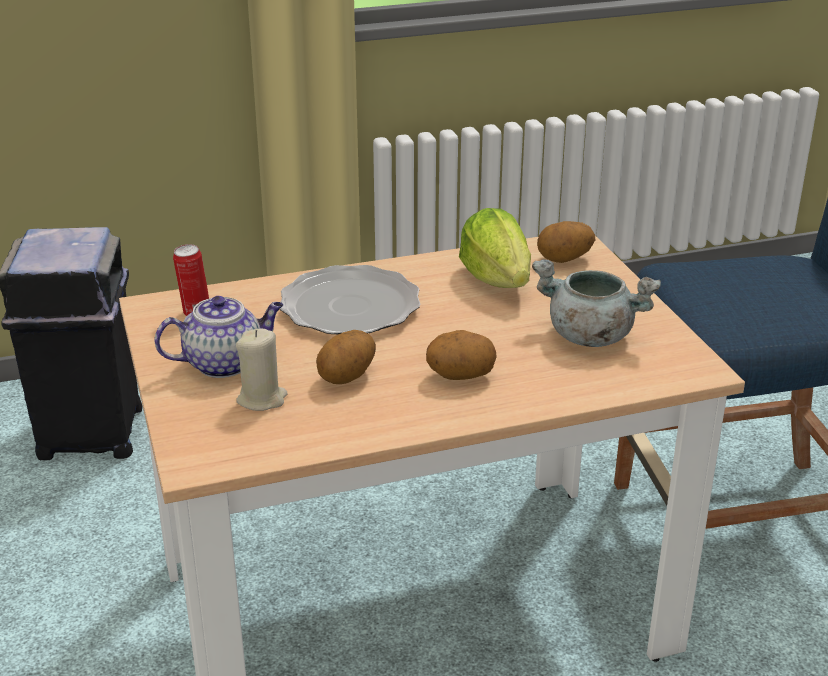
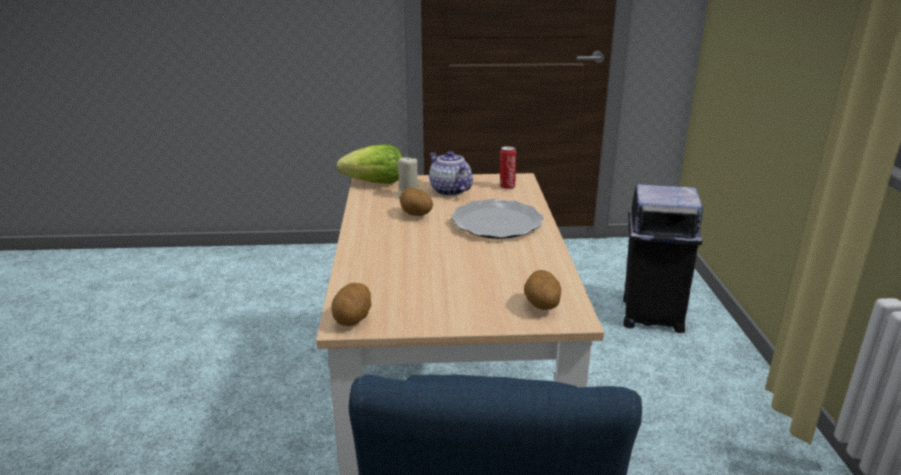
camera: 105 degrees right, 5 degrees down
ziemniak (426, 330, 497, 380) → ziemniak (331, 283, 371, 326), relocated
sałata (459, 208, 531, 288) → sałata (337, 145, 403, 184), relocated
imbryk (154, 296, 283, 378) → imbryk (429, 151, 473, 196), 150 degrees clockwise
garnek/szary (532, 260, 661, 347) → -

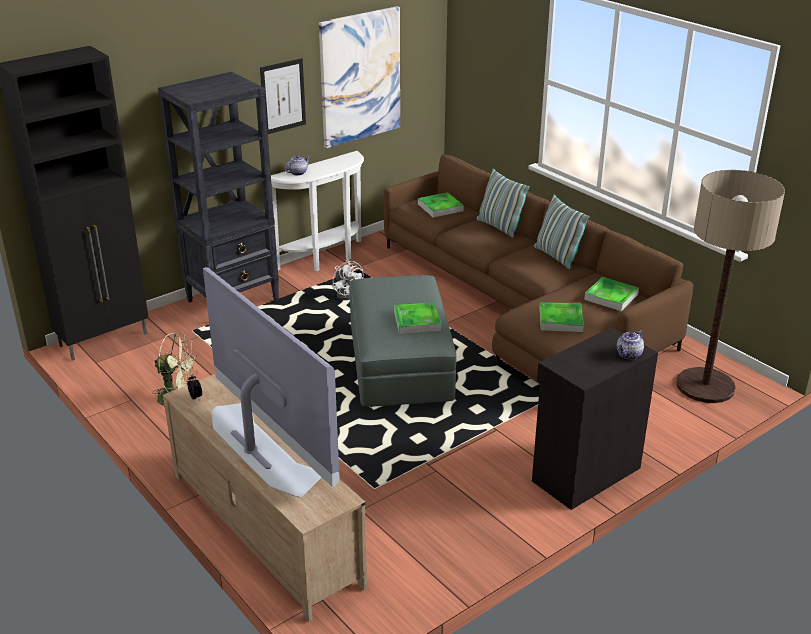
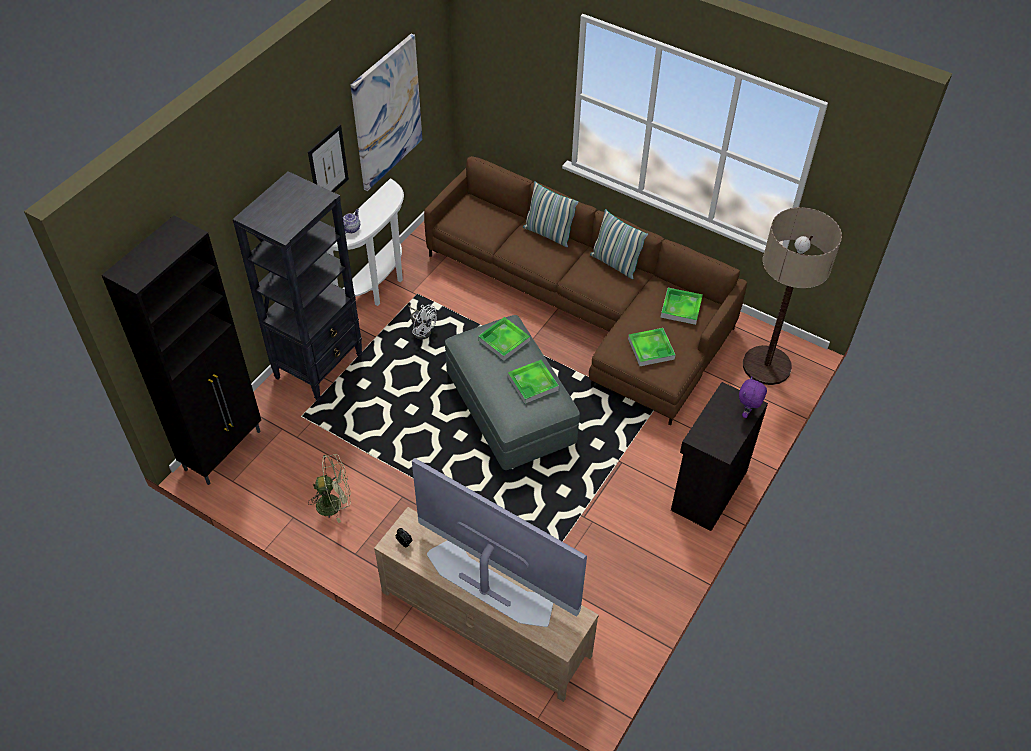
camera: 20 degrees left, 20 degrees up
taca (418, 192, 464, 218) → taca (478, 317, 530, 361), relocated
imbryk (617, 330, 644, 359) → pluszak/fioletowy (739, 376, 767, 418)

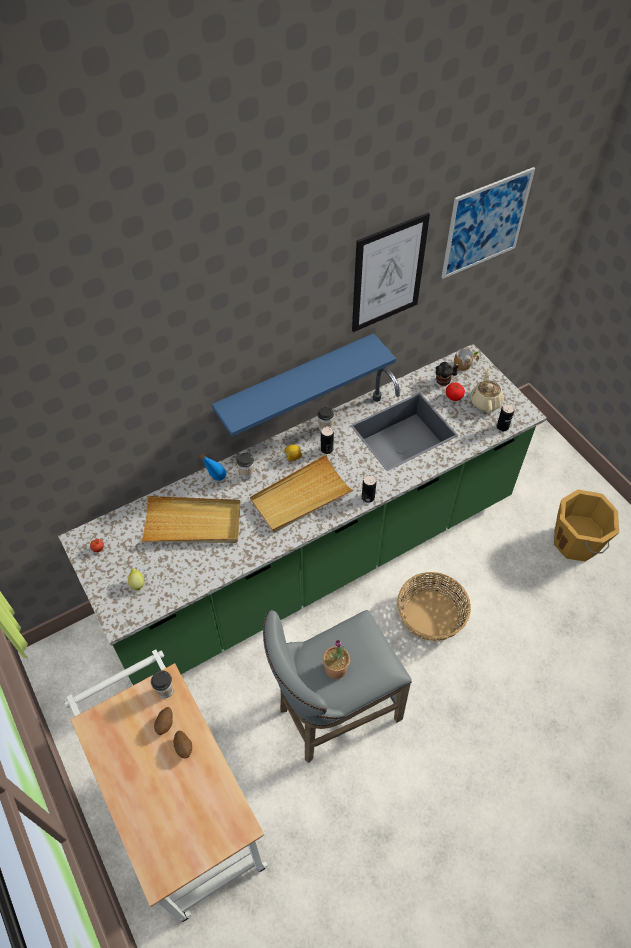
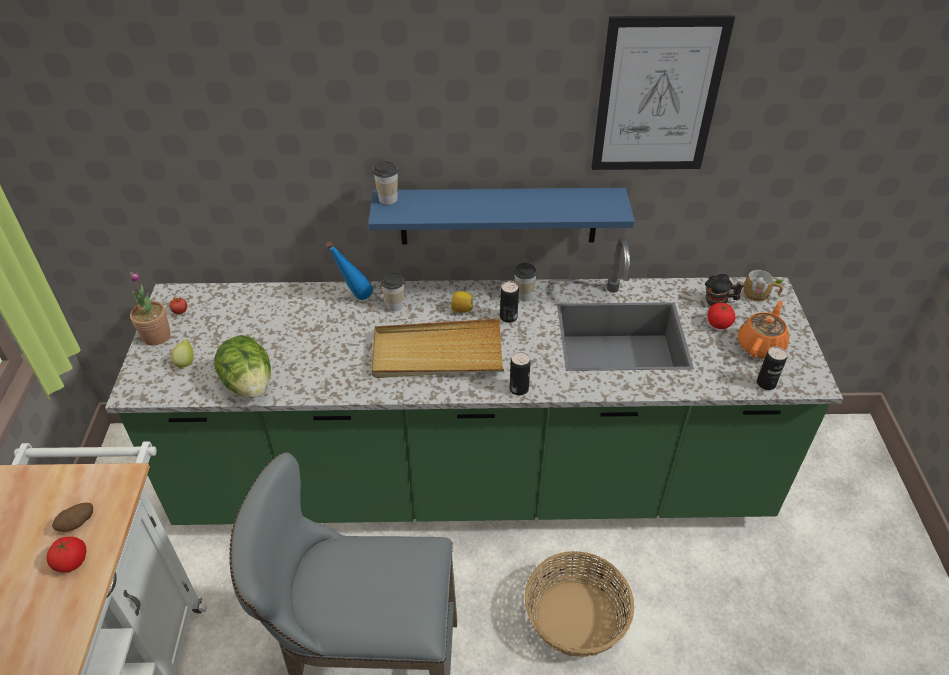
camera: 30 degrees right, 10 degrees down
ziemniak (173, 731, 192, 758) → pomidor (47, 537, 86, 573)
roślina doniczkowa (323, 640, 350, 679) → roślina doniczkowa (130, 272, 171, 346), relocated
- → sałata (214, 335, 271, 398)
filiżanka (151, 671, 173, 698) → filiżanka (373, 161, 398, 205), relocated
imbryk/beżowy (470, 368, 504, 414) → imbryk/pomarańczowy (738, 301, 789, 359)
taca/beżowy (140, 496, 241, 543) → -
obraz (441, 167, 535, 279) → -
wiadro/pomarańczowy (554, 490, 619, 562) → -

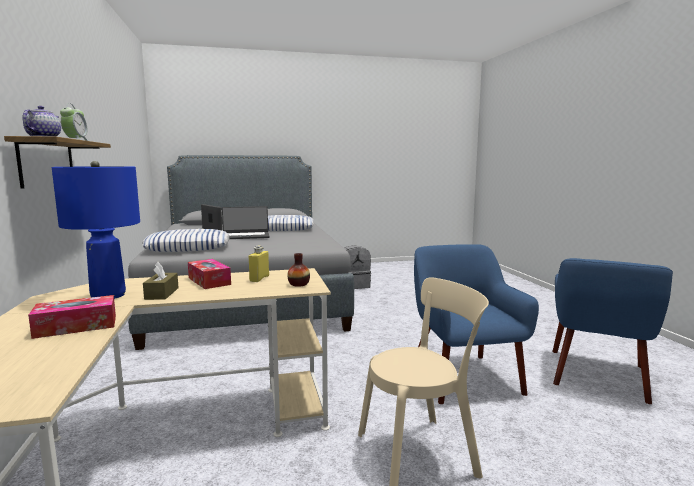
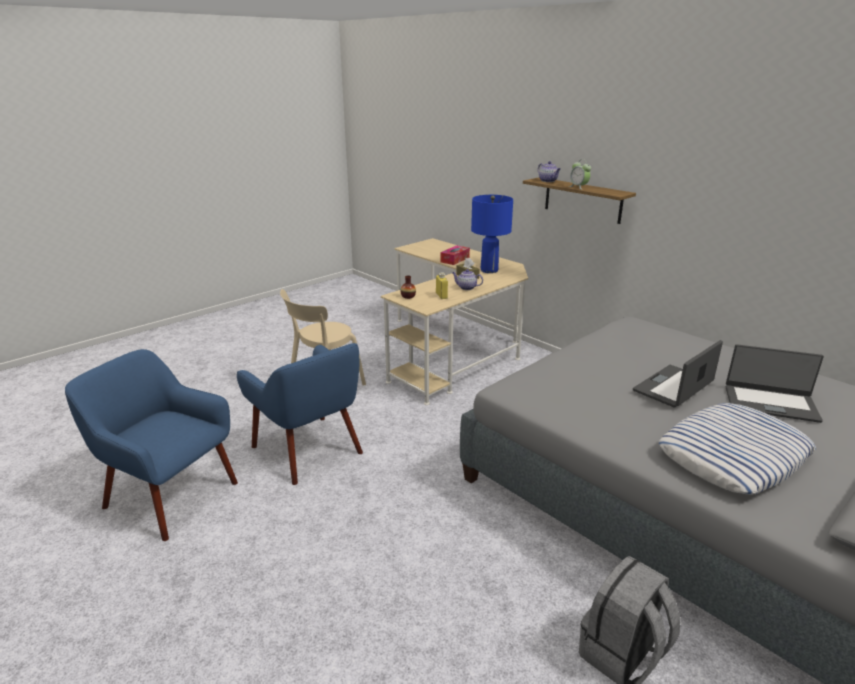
camera: 150 degrees right, 15 degrees up
fotel/niebieski (552, 258, 673, 404) → fotel/niebieski (65, 349, 238, 541), 60 degrees counterclockwise
pudełko chusteczek (188, 259, 231, 289) → imbryk (452, 269, 483, 290)
poduszka (142, 229, 229, 252) → -

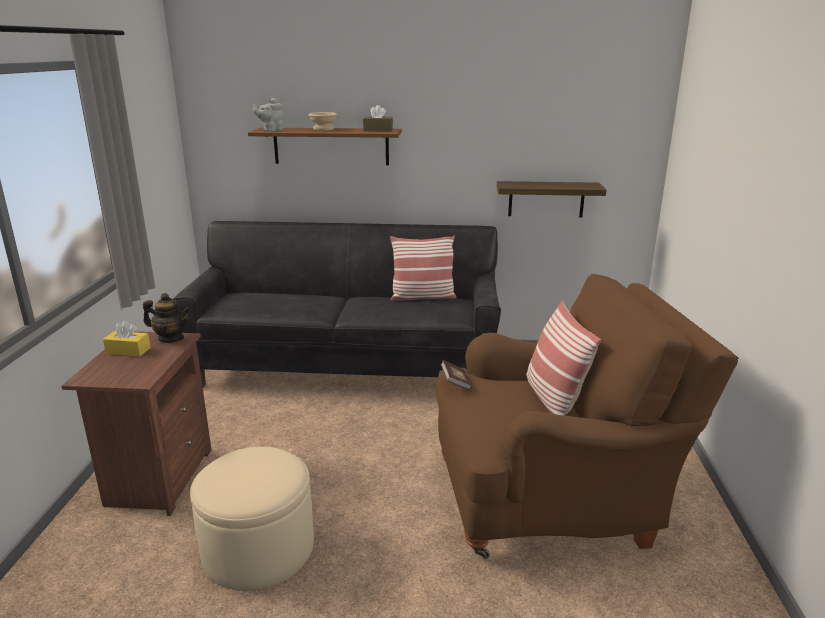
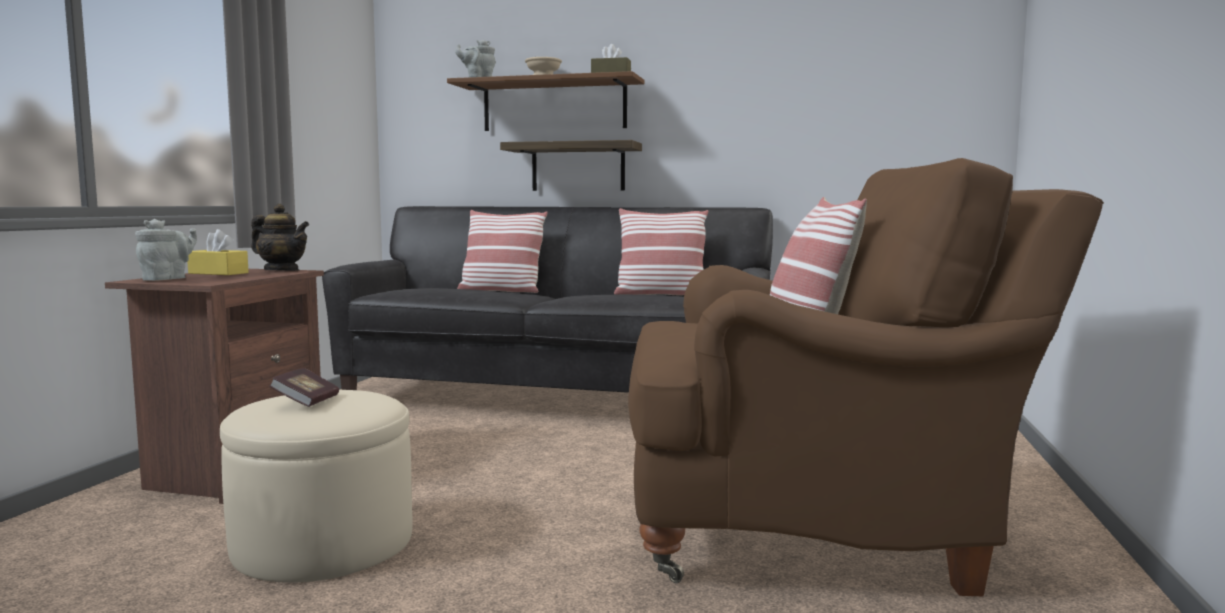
camera: 10 degrees right, 15 degrees down
- → imbryk/szary (135, 219, 197, 281)
książka (441, 360, 472, 390) → książka (269, 368, 339, 407), relocated
- → poduszka (457, 210, 548, 293)
półka (497, 181, 606, 218) → półka (500, 140, 642, 191), relocated

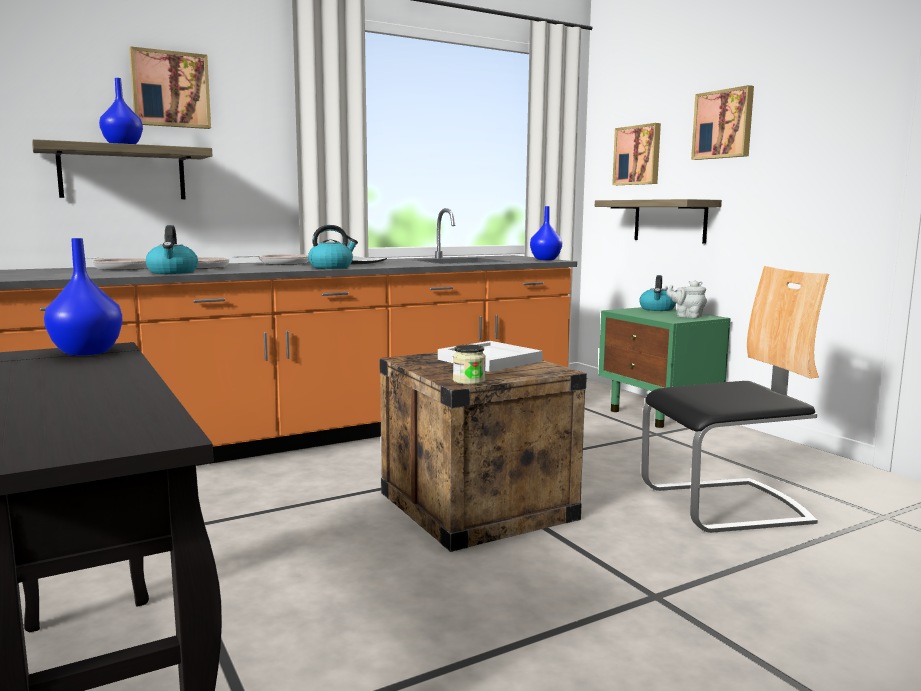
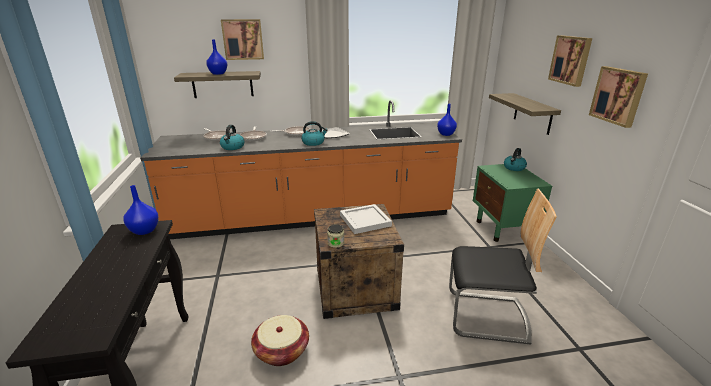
camera: 20 degrees right, 15 degrees up
- → koszyk (251, 315, 309, 366)
obraz (612, 123, 661, 185) → obraz (589, 66, 648, 128), relocated
imbryk/szary (667, 281, 707, 318) → -

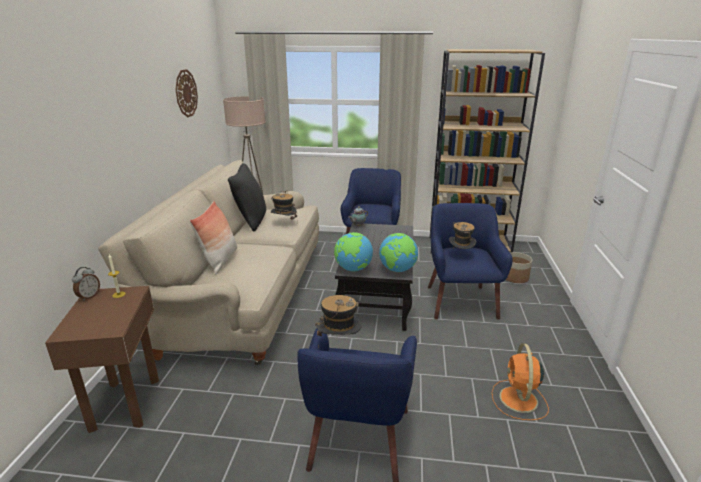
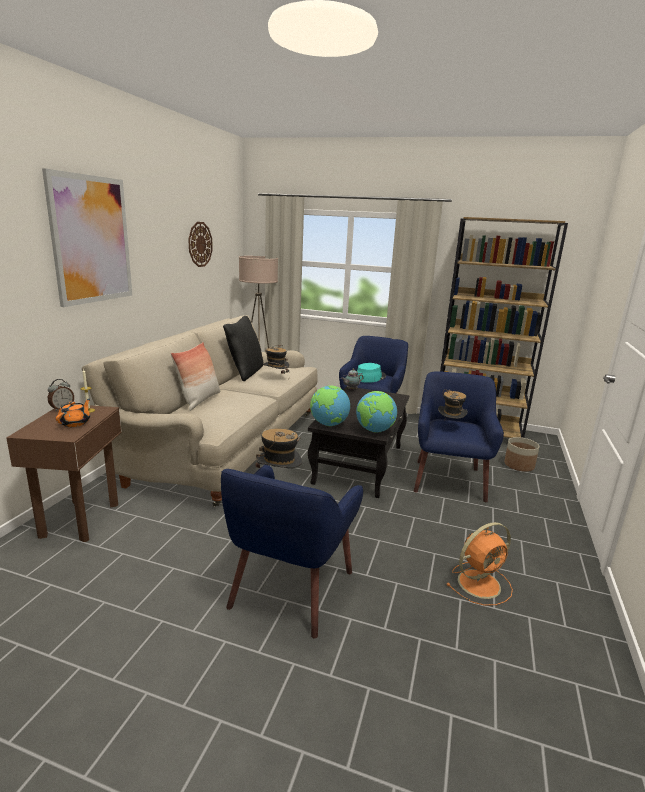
camera: 10 degrees right, 5 degrees down
- → obraz (42, 168, 132, 307)
- → imbryk/pomarańczowy (56, 399, 90, 427)
- → kapelusz/turkusowy (356, 363, 386, 383)
wentylator/pomarańczowy (492, 343, 549, 420) → wentylator/pomarańczowy (446, 522, 513, 606), 135 degrees counterclockwise

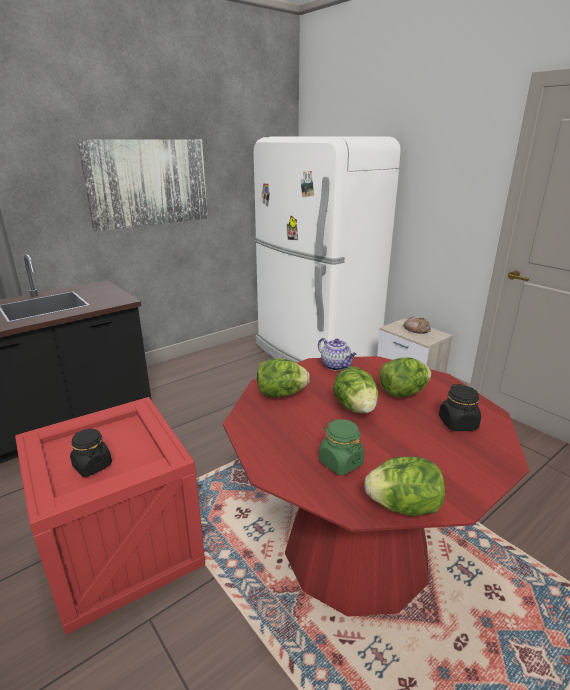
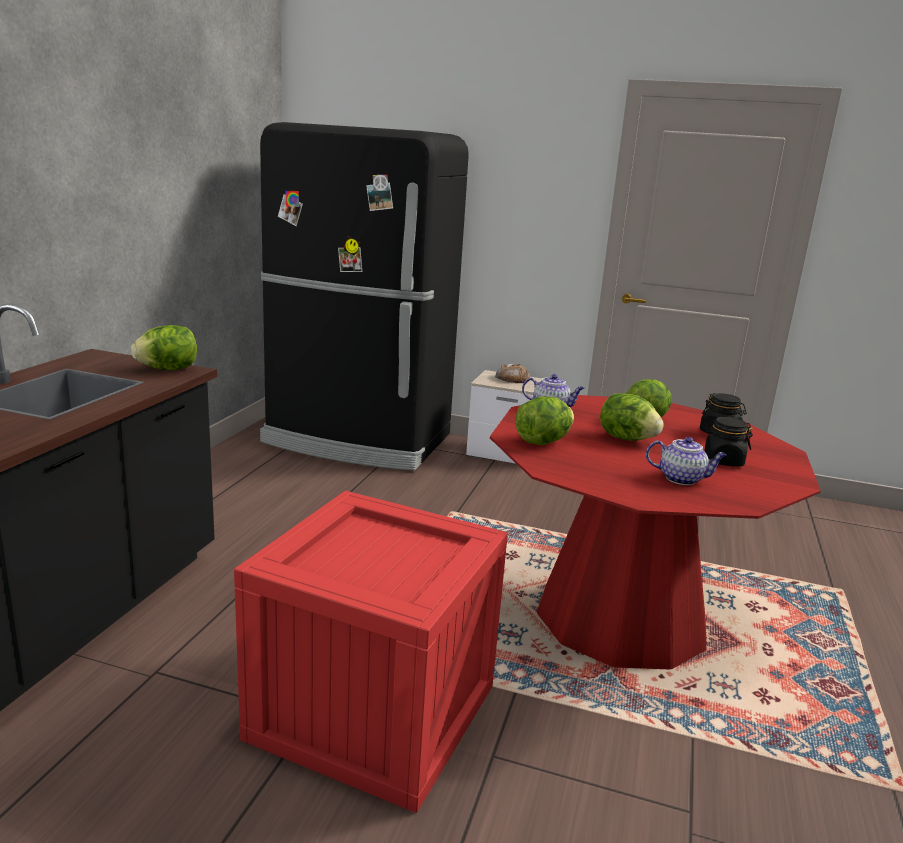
camera: 35 degrees left, 5 degrees down
sałata (364, 456, 445, 516) → sałata (131, 325, 197, 370), relocated
lodówka/biały (254, 136, 401, 363) → lodówka/czarny (260, 122, 469, 471)
słoik/zielony (319, 419, 364, 475) → imbryk (646, 437, 727, 485)
słoik/czarny (70, 429, 112, 477) → słoik/czarny (704, 417, 753, 466), relocated
obraz (77, 139, 208, 232) → -

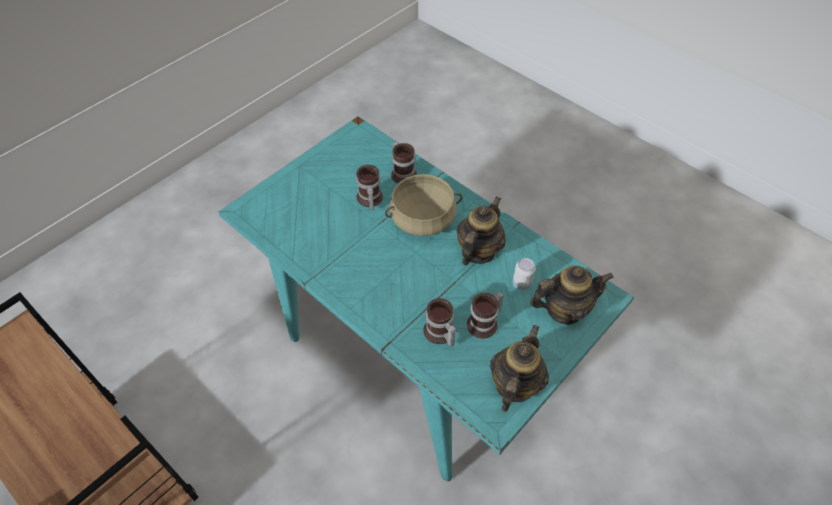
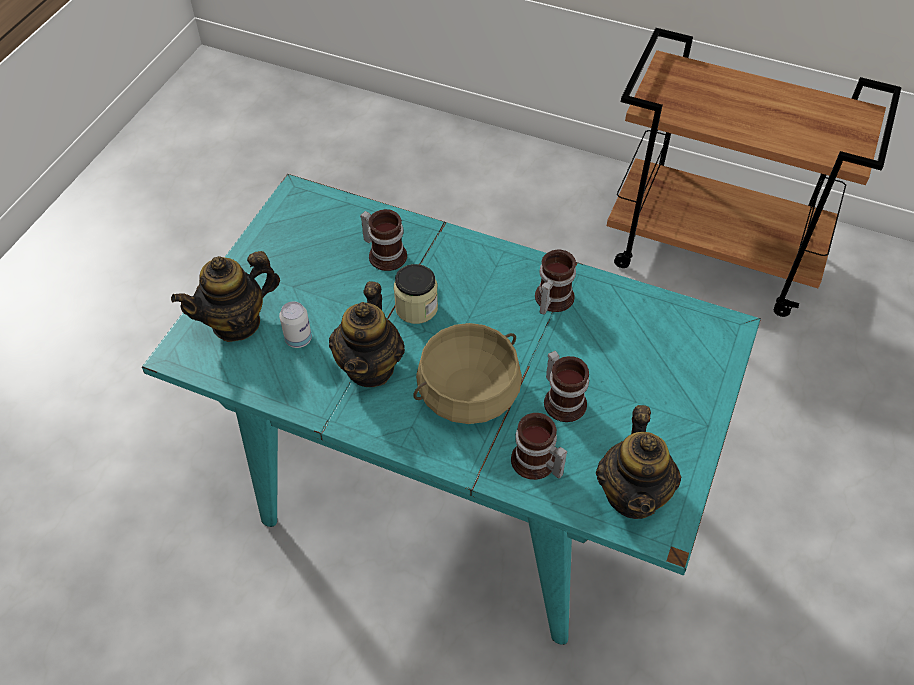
camera: 160 degrees right, 0 degrees up
- → słoik (394, 264, 438, 324)
kubek (467, 291, 504, 339) → kubek (535, 249, 576, 315), relocated
imbryk (490, 325, 549, 412) → imbryk (596, 405, 681, 519), relocated

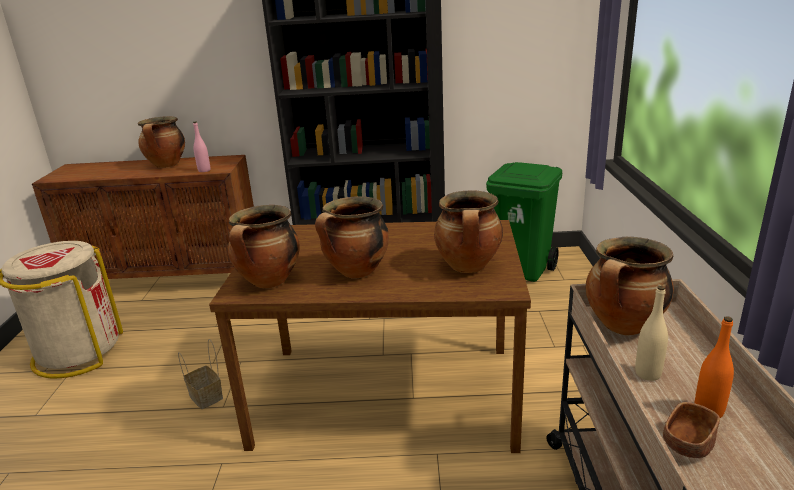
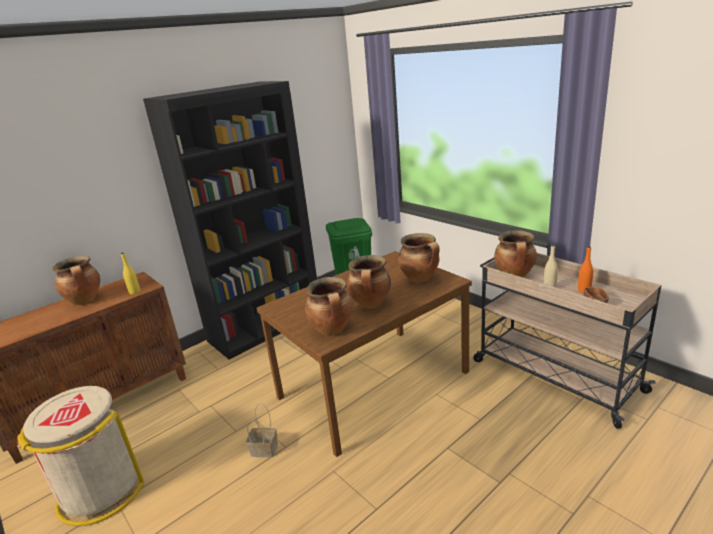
camera: 40 degrees left, 0 degrees up
butelka/różowy (193, 122, 210, 172) → butelka/żółty (121, 252, 140, 295)

